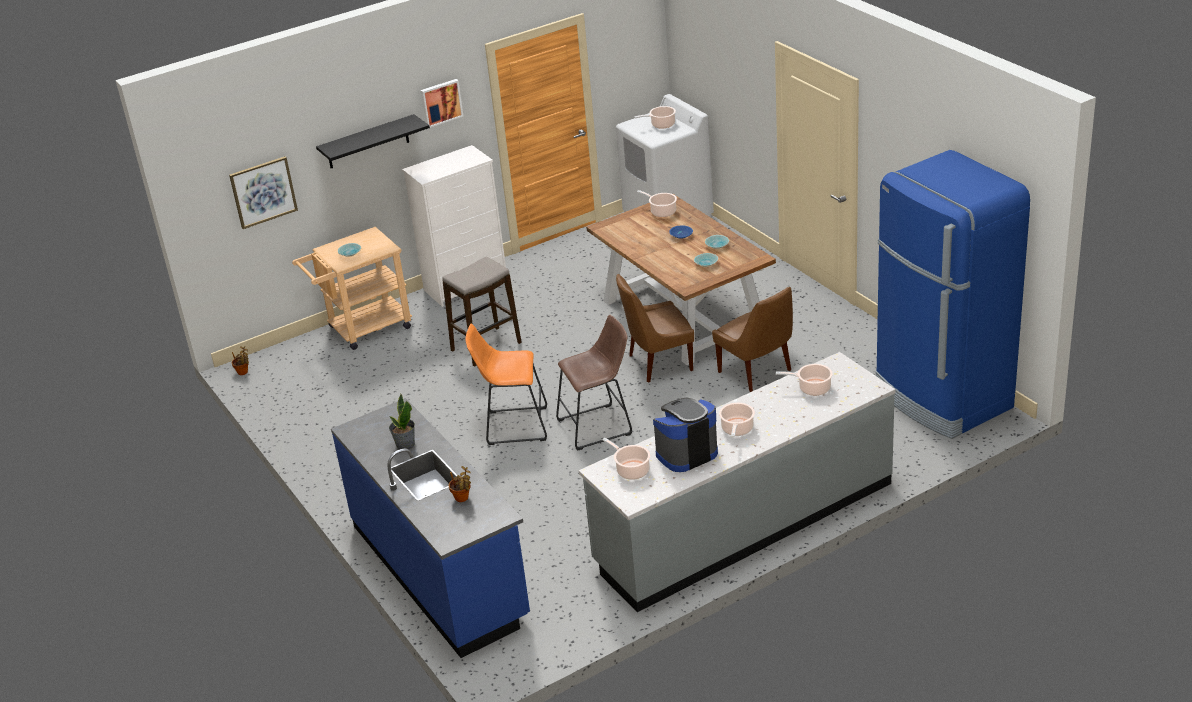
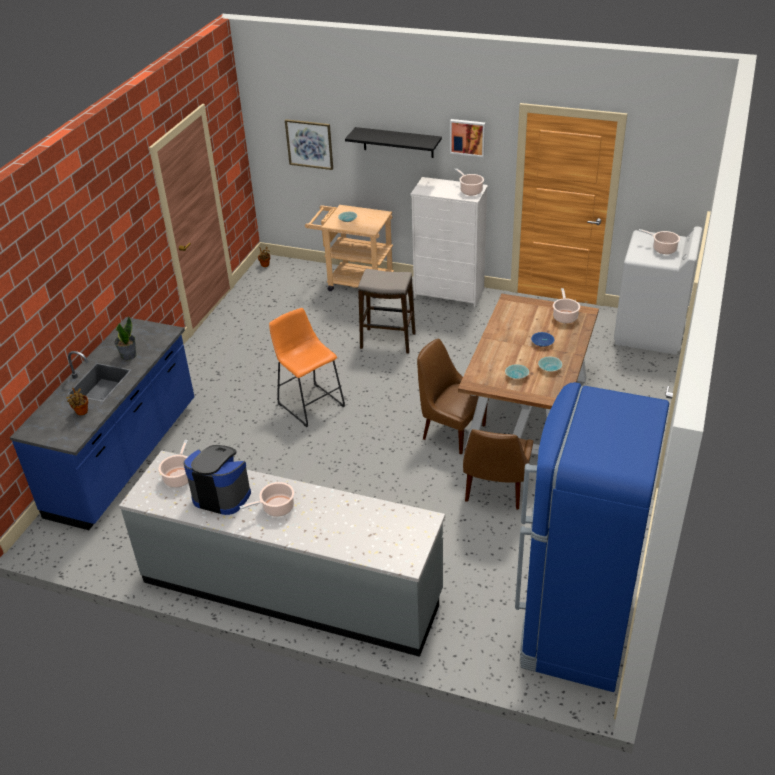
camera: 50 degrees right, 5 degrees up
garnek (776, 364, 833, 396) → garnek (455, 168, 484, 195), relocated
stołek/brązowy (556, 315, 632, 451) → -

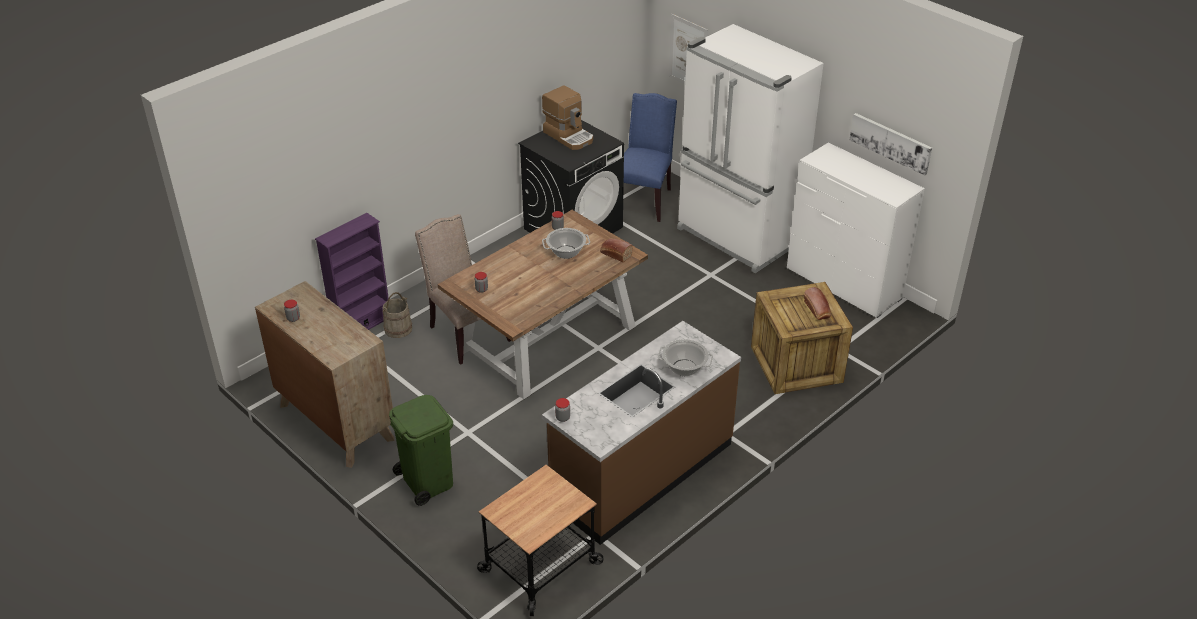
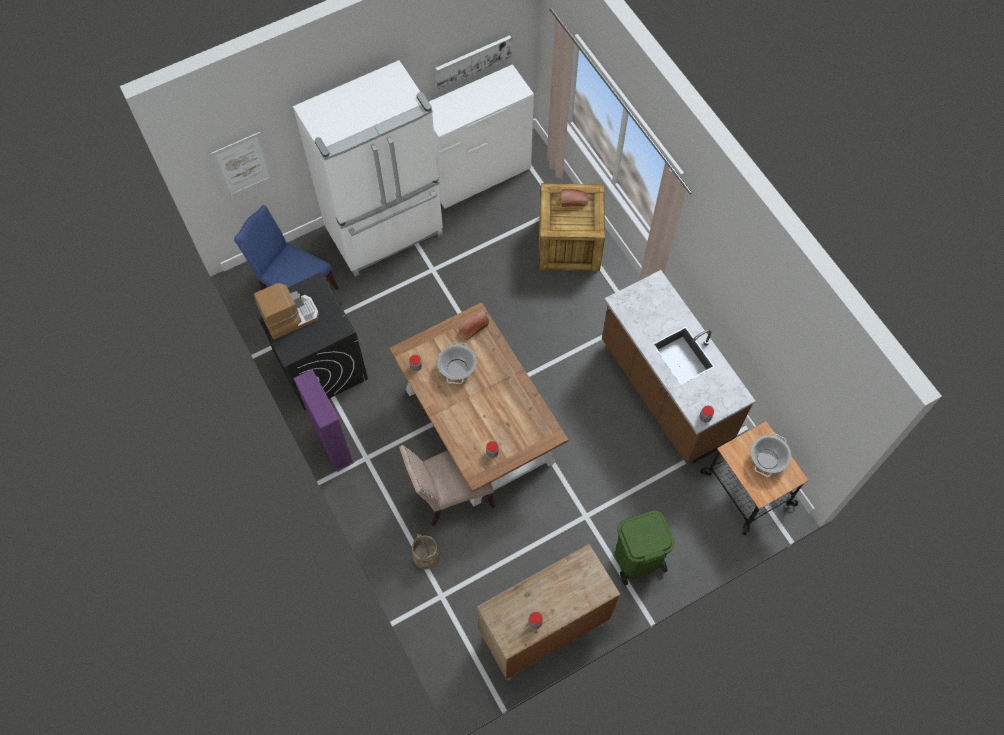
camera: 75 degrees left, 25 degrees up
regał/fioletowy (315, 213, 389, 330) → regał/fioletowy (293, 369, 354, 472), relocated
garnek (658, 339, 713, 376) → garnek (751, 433, 791, 477), relocated

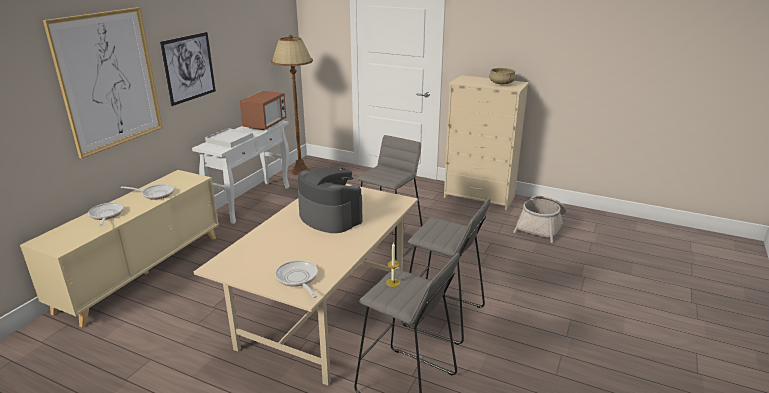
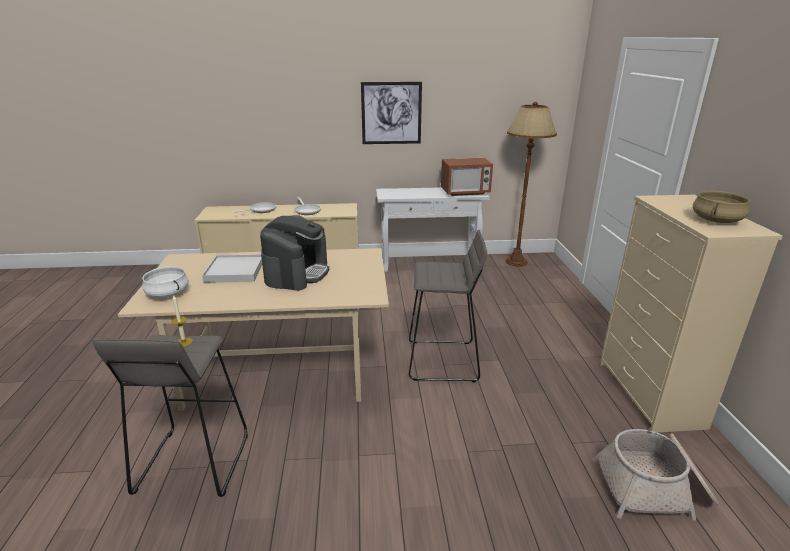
camera: 60 degrees right, 0 degrees up
patelnia (275, 260, 318, 298) → garnek/biały (142, 266, 189, 298)
taca/biały (205, 128, 253, 148) → taca/biały (202, 254, 262, 282), relocated
obraz (43, 7, 163, 159) → -
stołek/szary (401, 199, 491, 345) → -

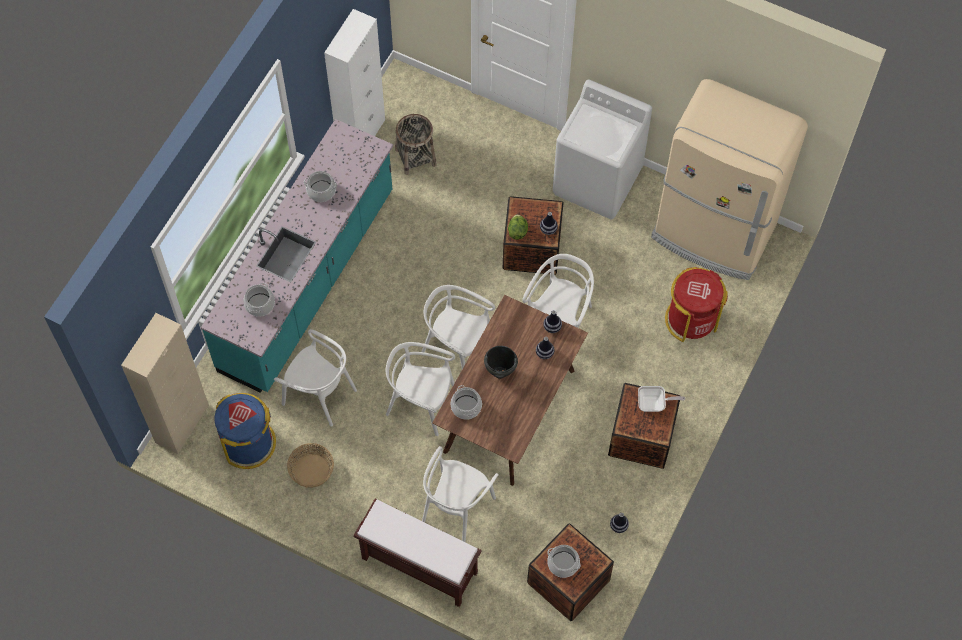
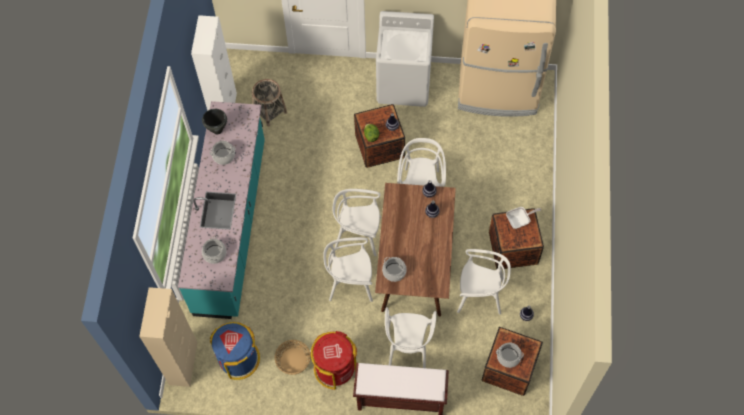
camera: 20 degrees left, 0 degrees up
garnek/czarny (484, 346, 518, 379) → garnek/czarny (202, 109, 227, 135), relocated
kosz na śmieci/czerwony (665, 267, 728, 342) → kosz na śmieci/czerwony (311, 331, 357, 390), relocated
krzesło/biały (274, 329, 357, 427) → krzesło/biały (457, 249, 511, 315), relocated

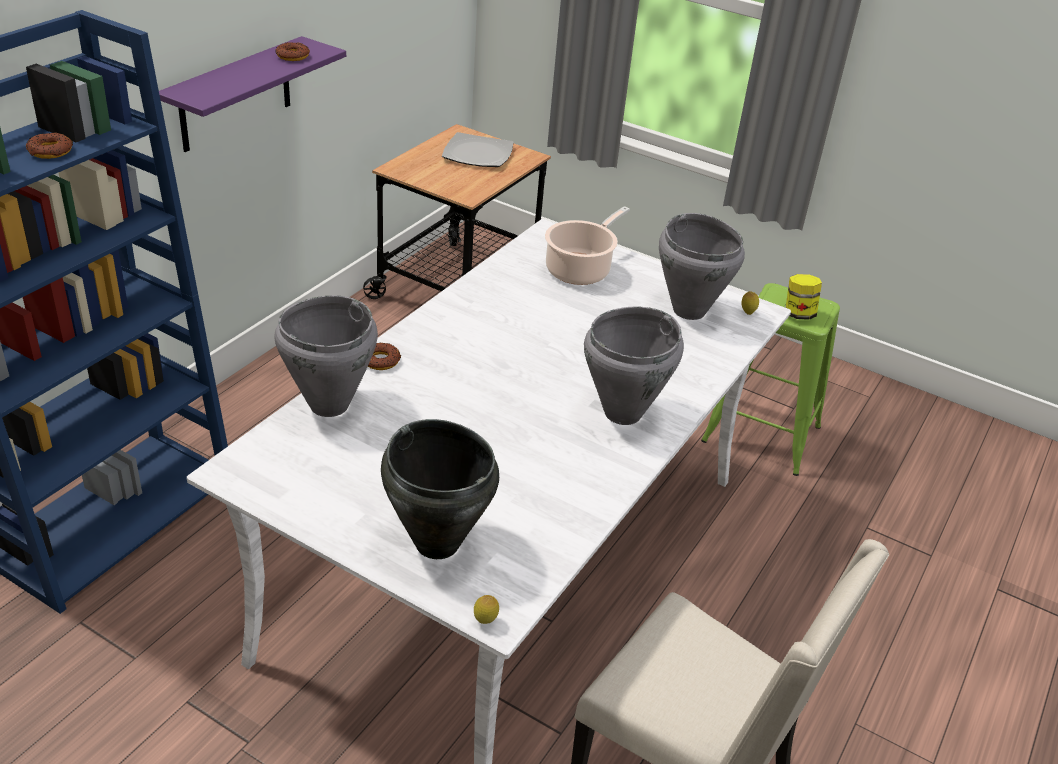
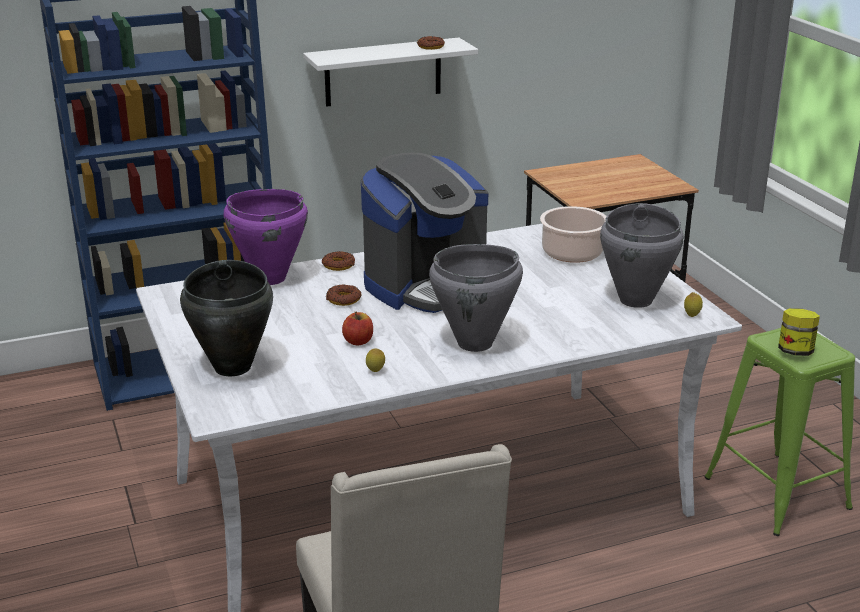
camera: 40 degrees right, 10 degrees down
garnek/szary (274, 295, 378, 417) → garnek/fioletowy (224, 189, 308, 285)
półka/fioletowy (159, 36, 346, 152) → półka/biały (303, 38, 478, 107)
donut (26, 132, 73, 159) → donut (326, 284, 361, 306), relocated
- → jabłko (342, 312, 373, 345)
- → ekspres do kawy (361, 153, 488, 313)
cytryna (474, 595, 499, 624) → cytryna (366, 349, 385, 372), relocated
talerz (442, 132, 514, 167) → -

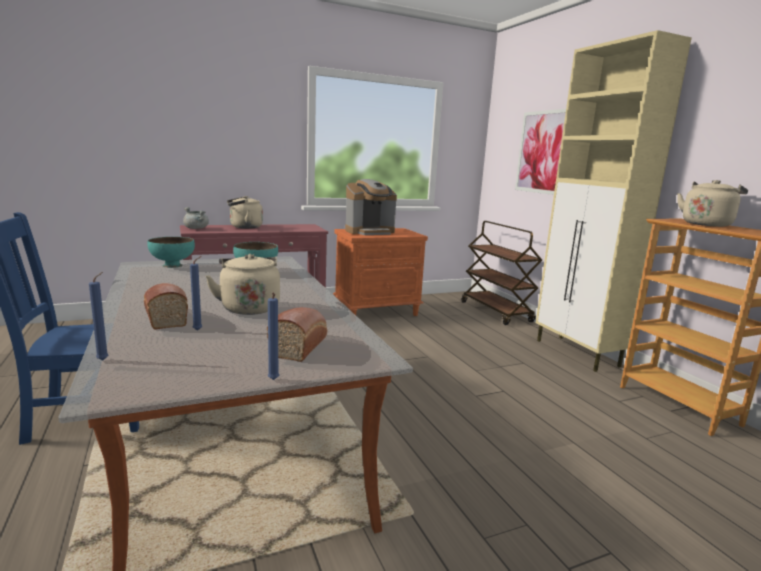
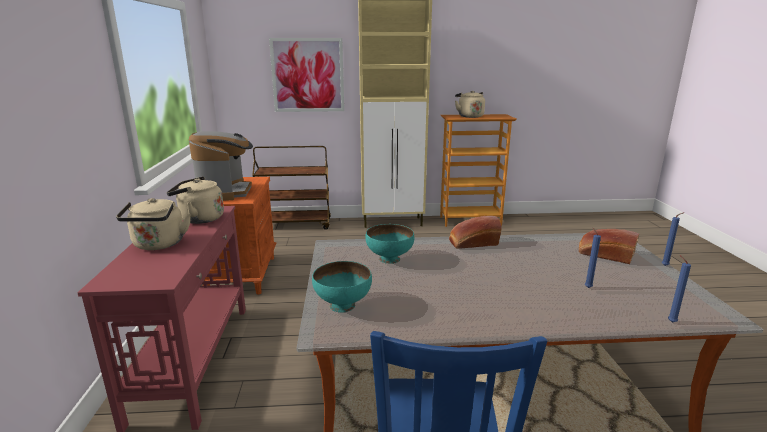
camera: 70 degrees left, 5 degrees up
czajnik/beżowy (206, 254, 280, 315) → czajnik/beżowy (167, 176, 224, 224), relocated
chleb (144, 283, 188, 330) → chleb (449, 216, 502, 249), relocated
garnek/szary (183, 207, 209, 229) → -

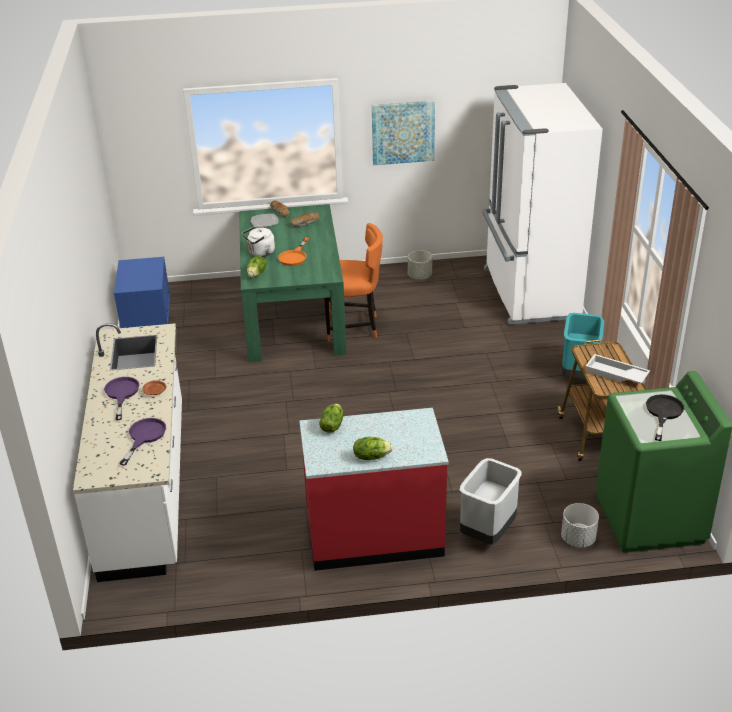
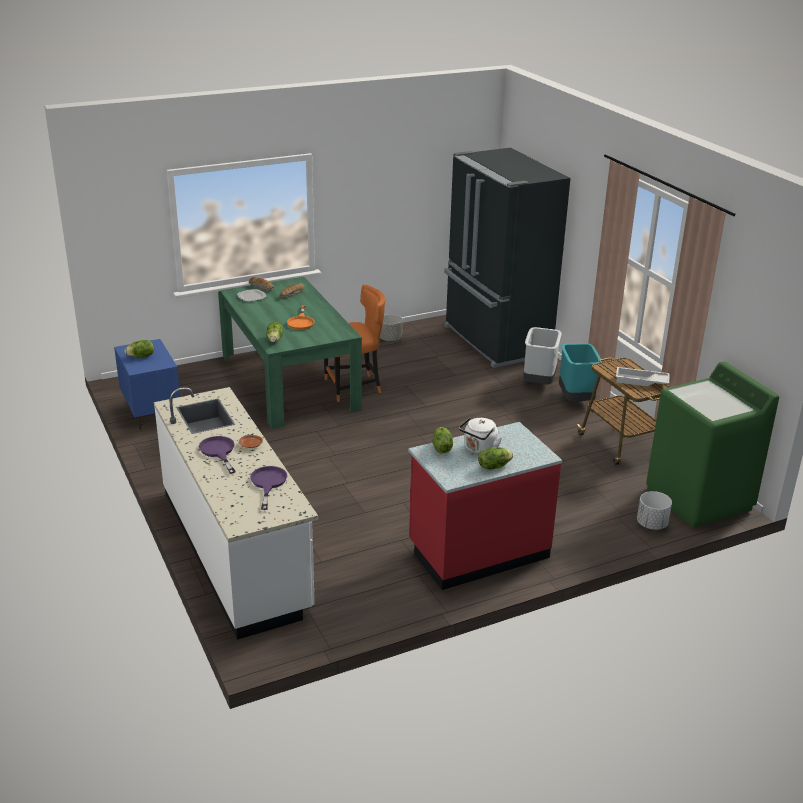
camera: 20 degrees left, 5 degrees down
- → sałata (124, 340, 154, 357)
lodówka/biały (482, 83, 603, 325) → lodówka/czarny (444, 148, 570, 368)
czajnik/biały (242, 226, 275, 257) → czajnik/biały (459, 417, 502, 454), relocated
kosz na śmieci/szary (460, 458, 522, 544) → kosz na śmieci/szary (523, 327, 561, 384), relocated
obraz (372, 100, 435, 165) → -
patelnia/czarny (646, 394, 684, 441) → -

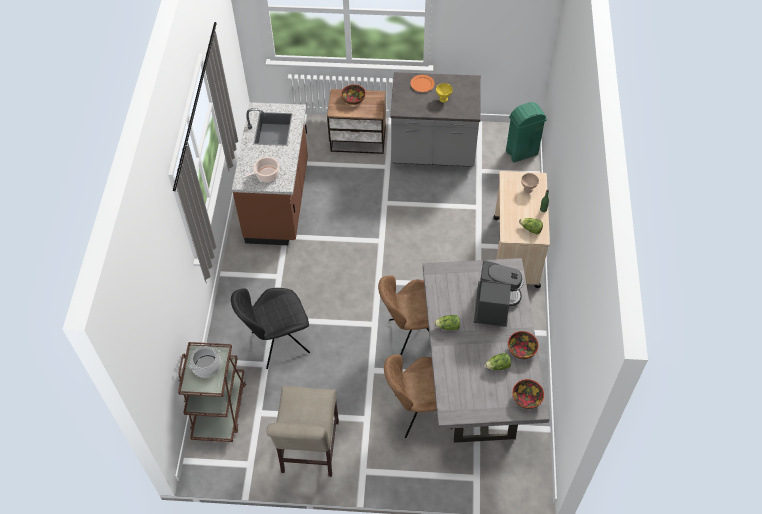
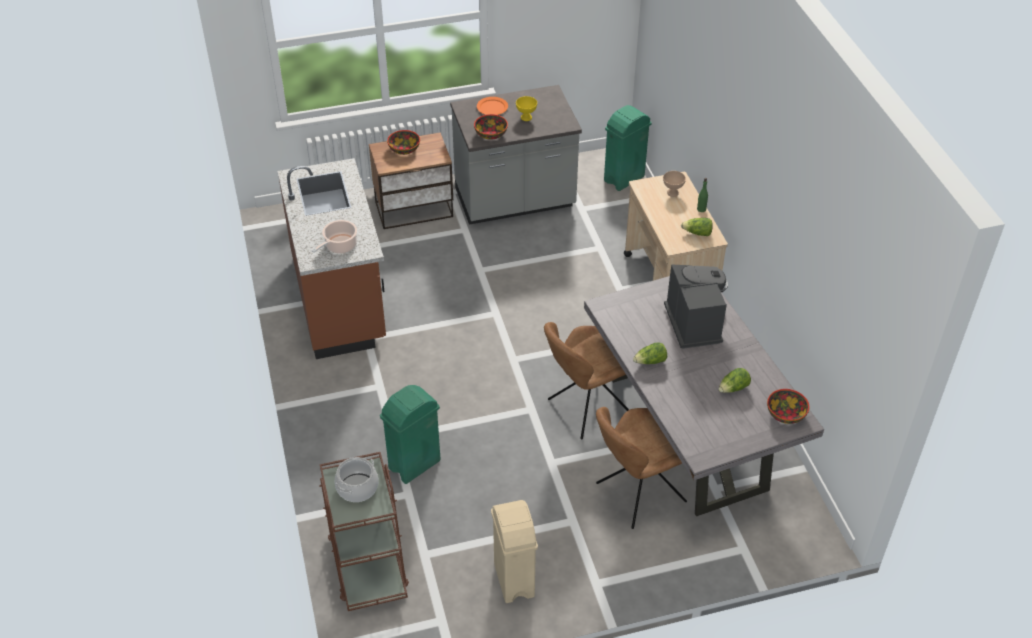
camera: 20 degrees left, 10 degrees down
krzesło/czarny (231, 288, 310, 369) → kosz na śmieci/zielony (380, 385, 441, 484)
miska (508, 331, 539, 359) → miska (474, 114, 508, 140), relocated
krzesło/beżowy (266, 386, 339, 477) → kosz na śmieci/beżowy (491, 500, 538, 603)

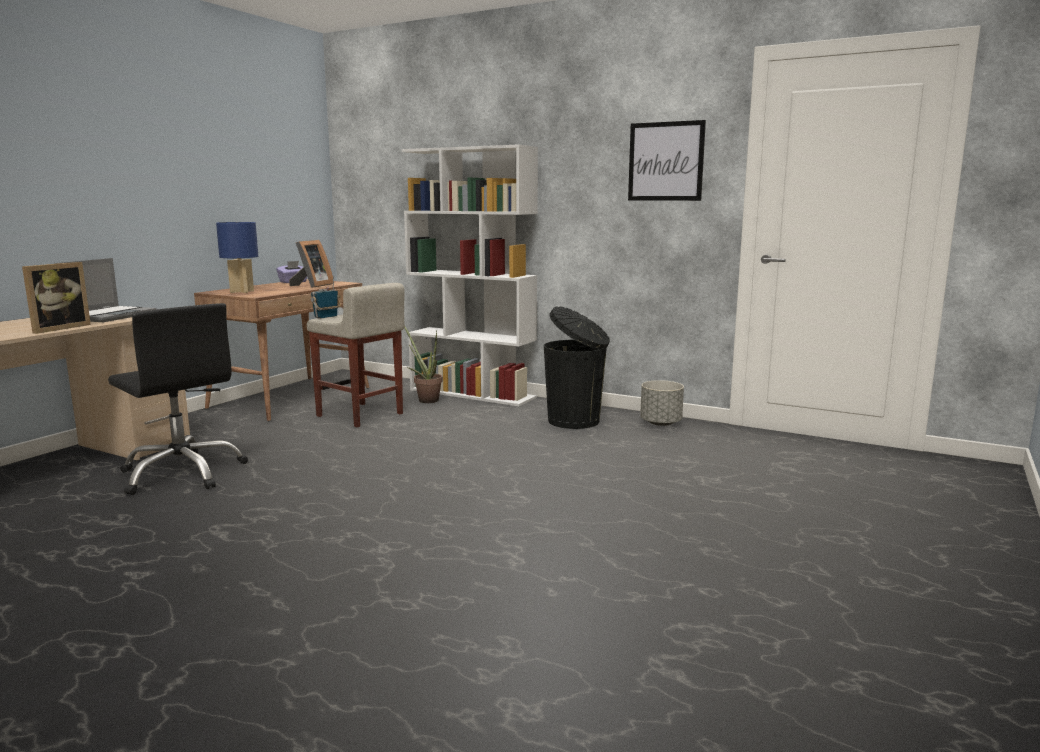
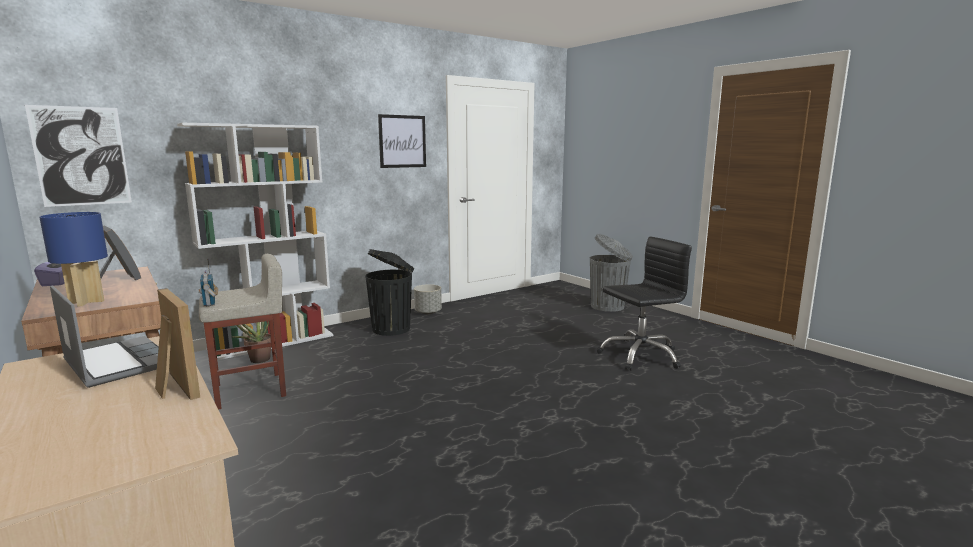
camera: 65 degrees left, 0 degrees up
- → obraz (25, 105, 132, 207)
- → kosz na śmieci/szary (590, 234, 633, 312)
krzesło biurowe/czarny (108, 303, 248, 495) → krzesło biurowe/czarny (597, 237, 692, 371), relocated

